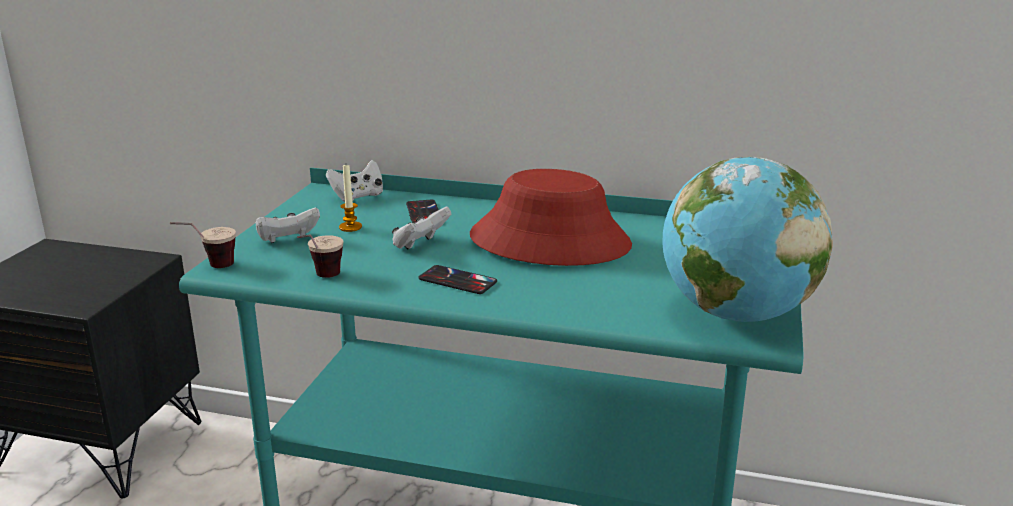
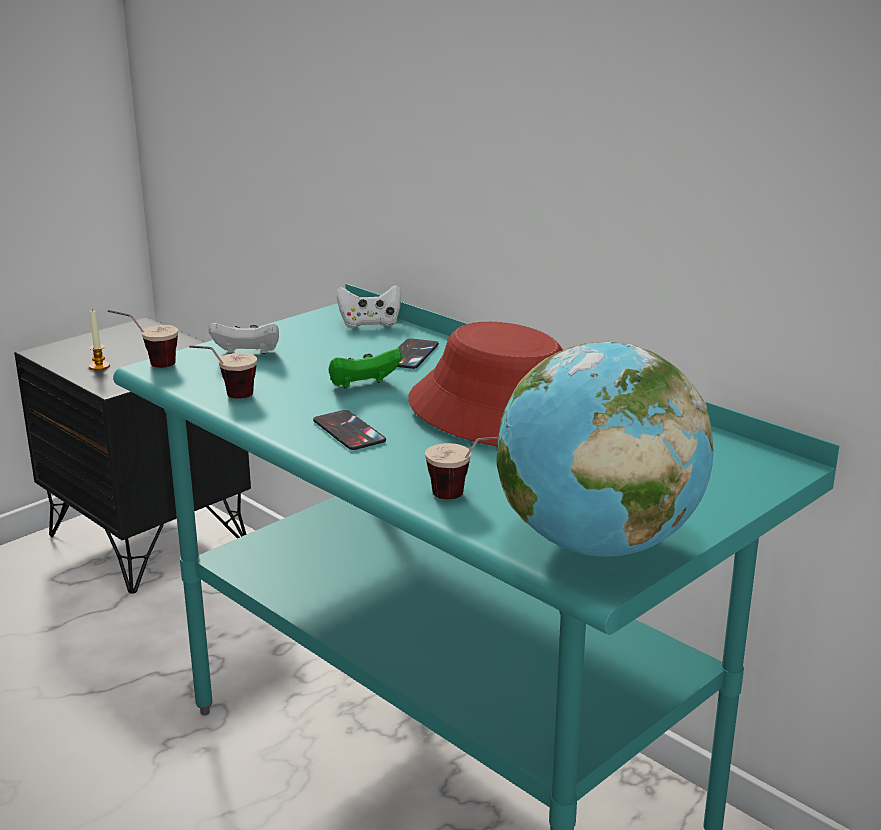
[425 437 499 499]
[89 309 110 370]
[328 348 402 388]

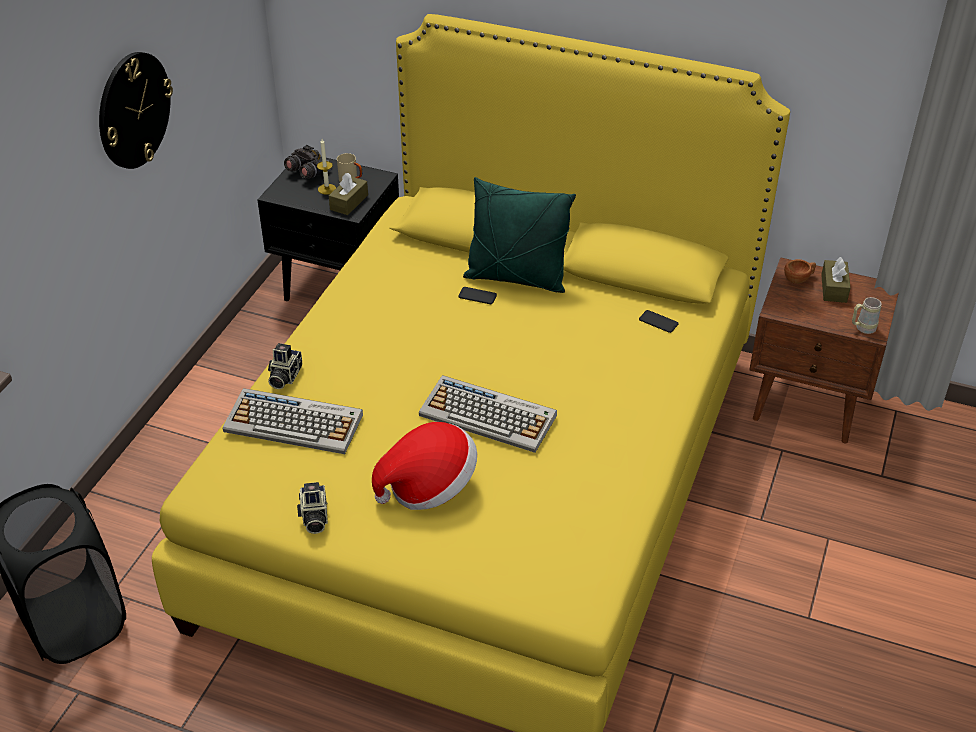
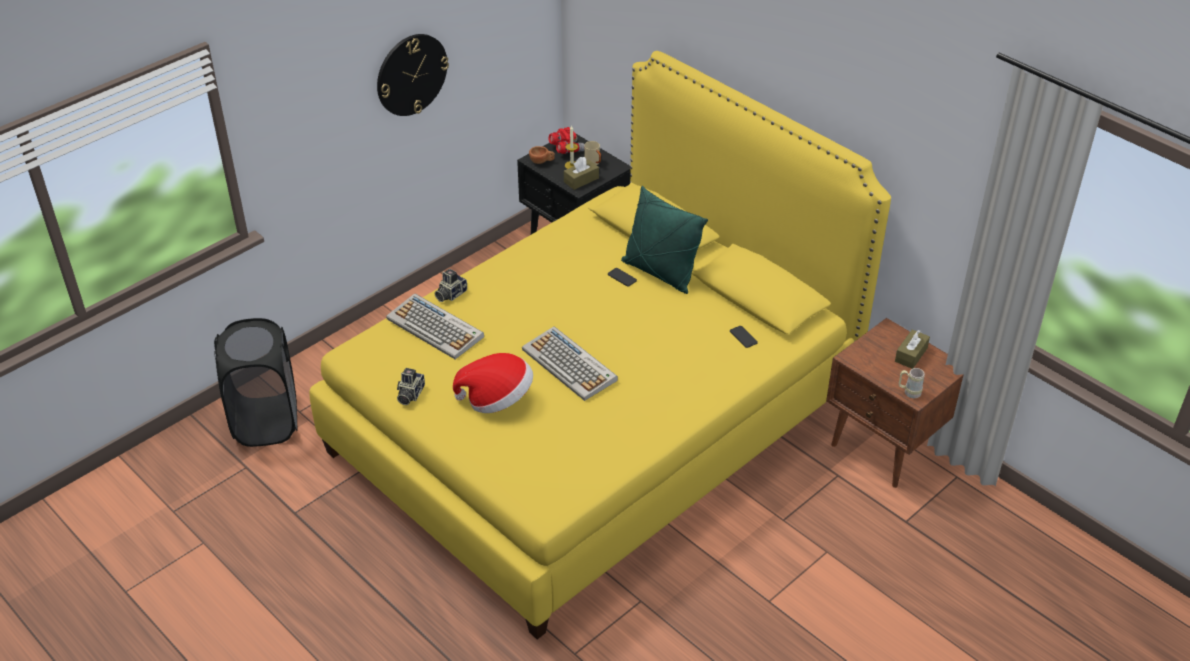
[529 146 555 164]
[548 127 584 154]

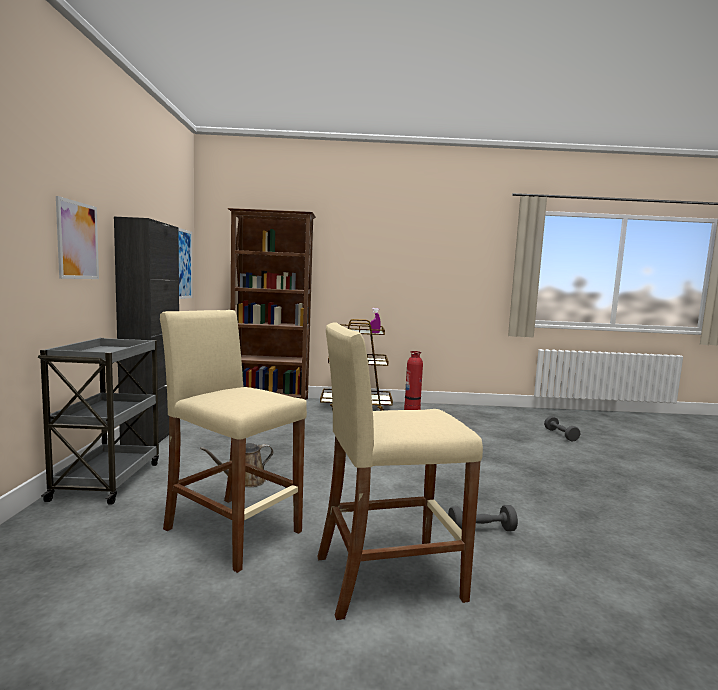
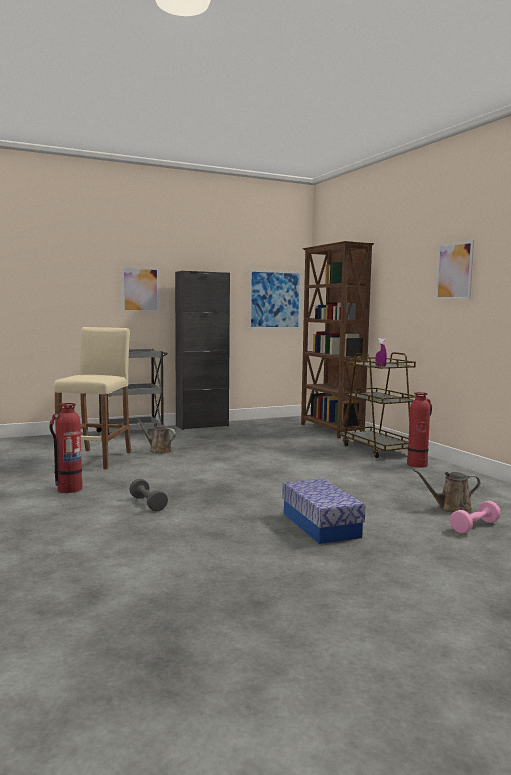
[282 479 366 544]
[413 469 481 513]
[436 240 474 300]
[50 403 83 493]
[450 501 501 533]

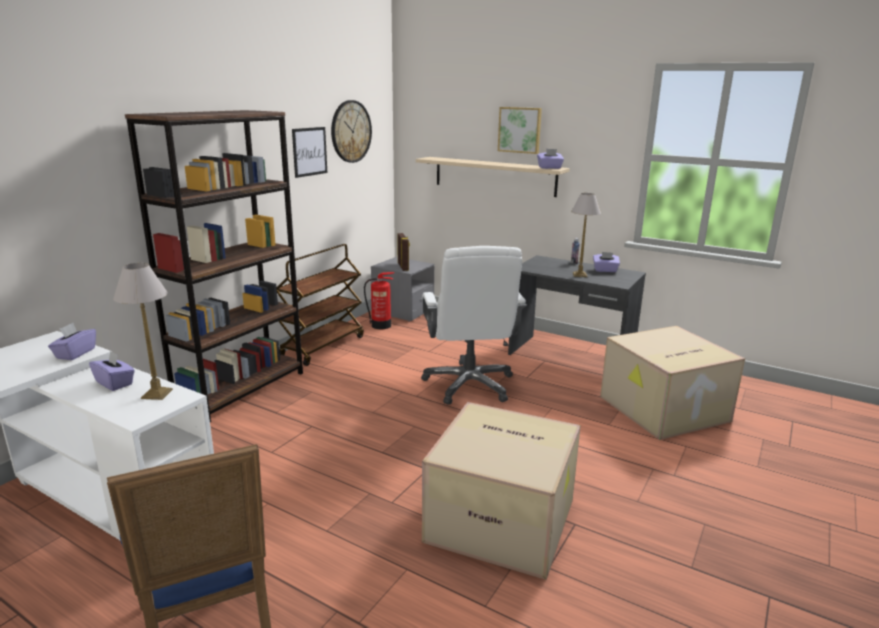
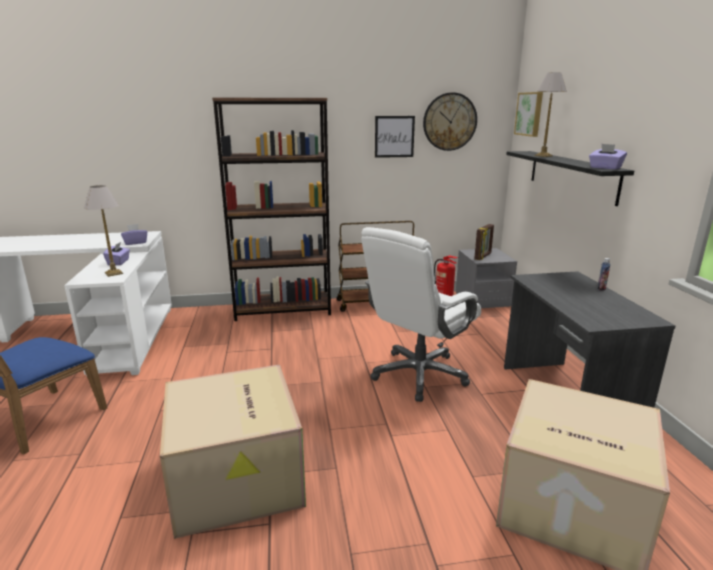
[593 252 620 272] (first image)
[514 92 543 137]
[534 72 567 157]
[506 151 634 206]

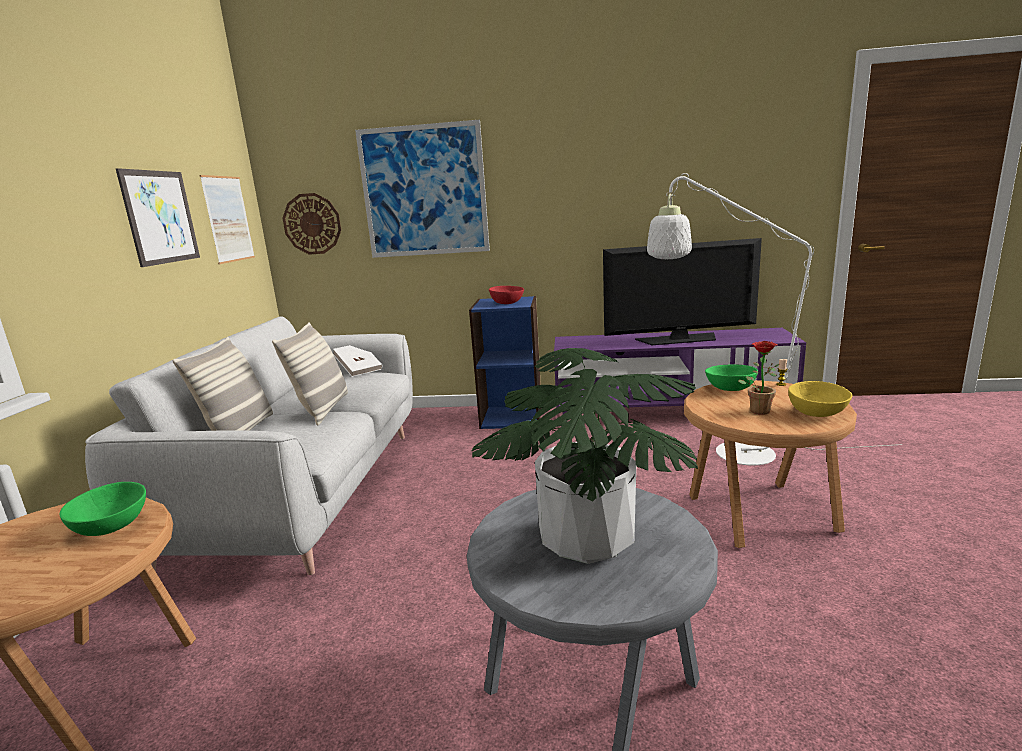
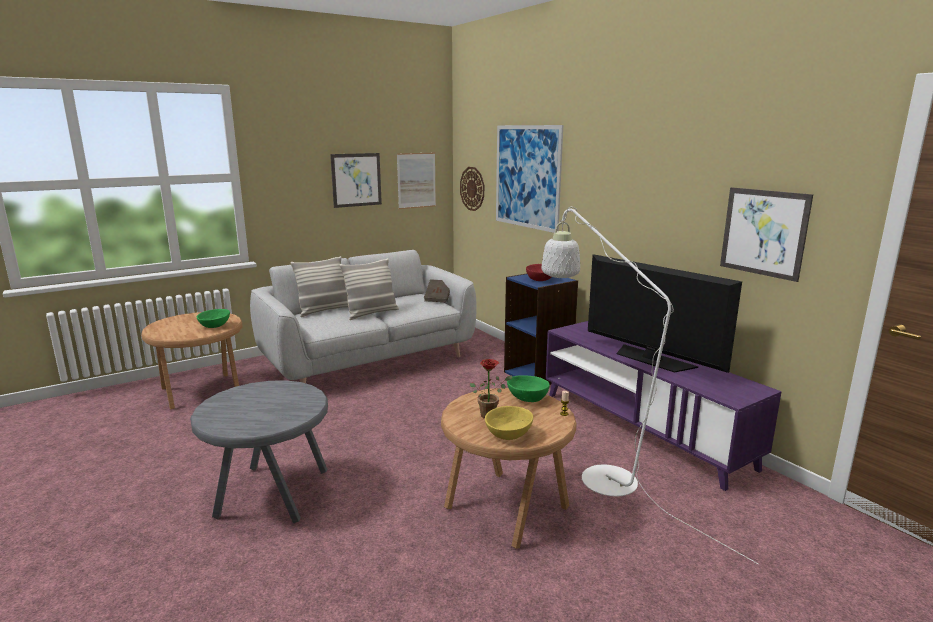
[472 348 698 564] (first image)
[720 187 813 282]
[424 279 450 303]

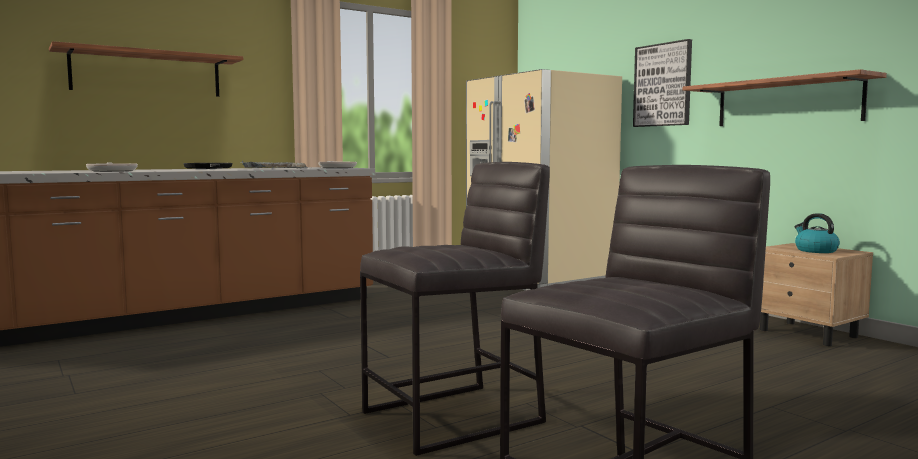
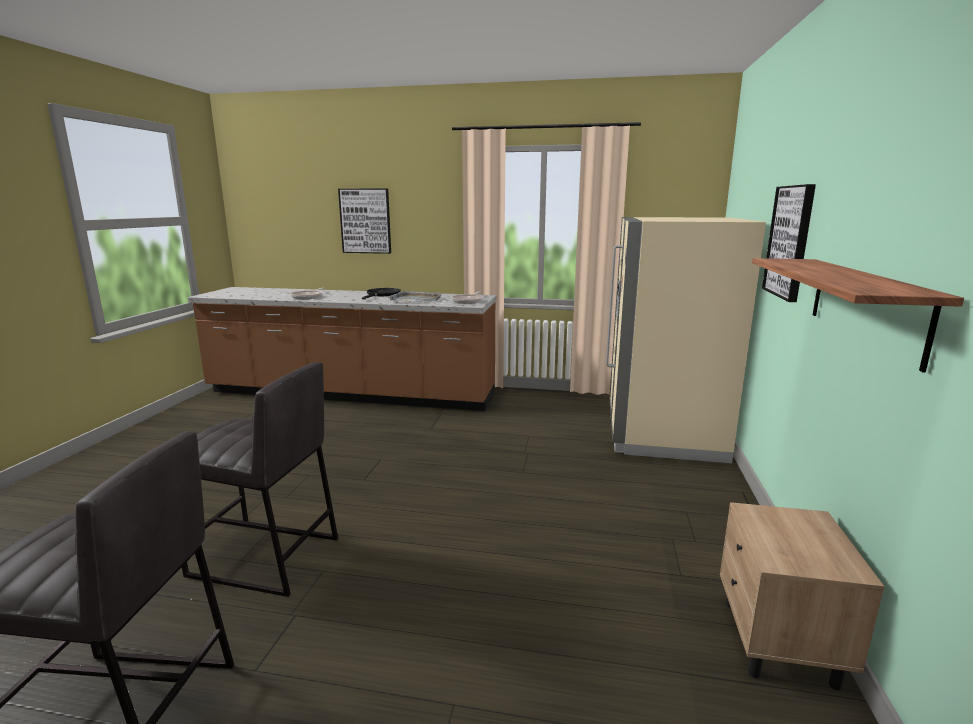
[795 213 840 253] (first image)
[338 188 391 254]

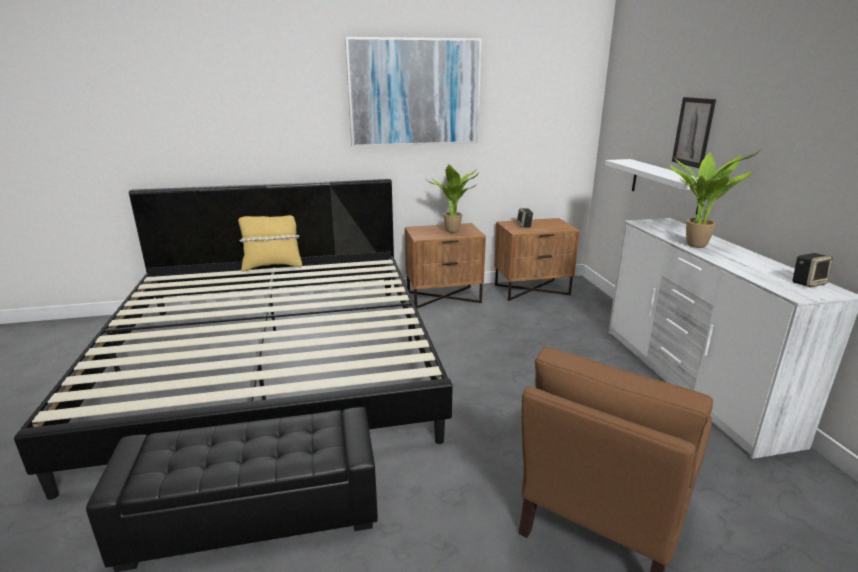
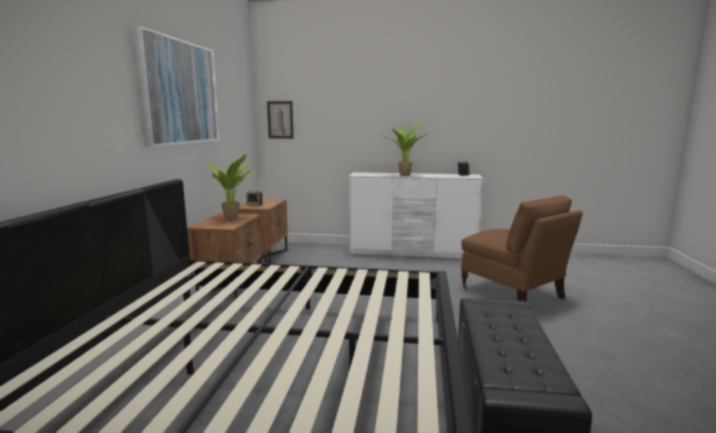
[238 215 302 272] (first image)
[605 159 700 215] (first image)
[267 101 294 139]

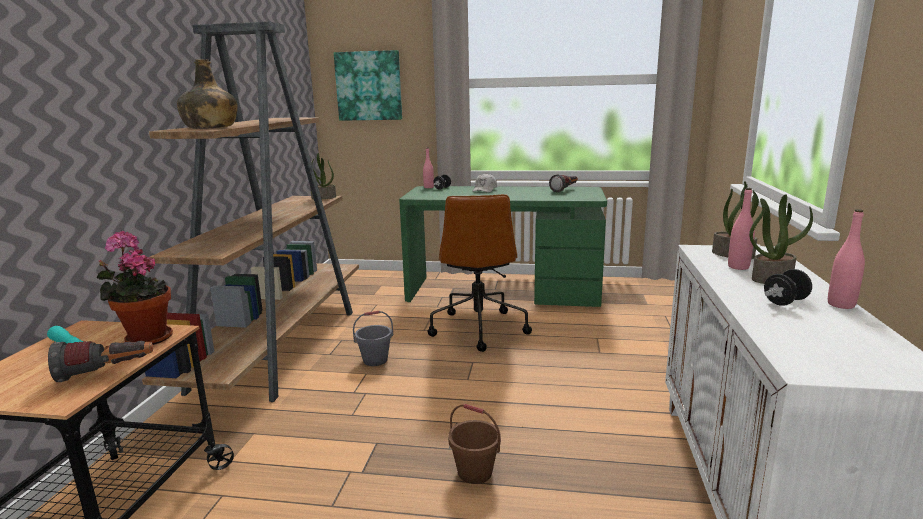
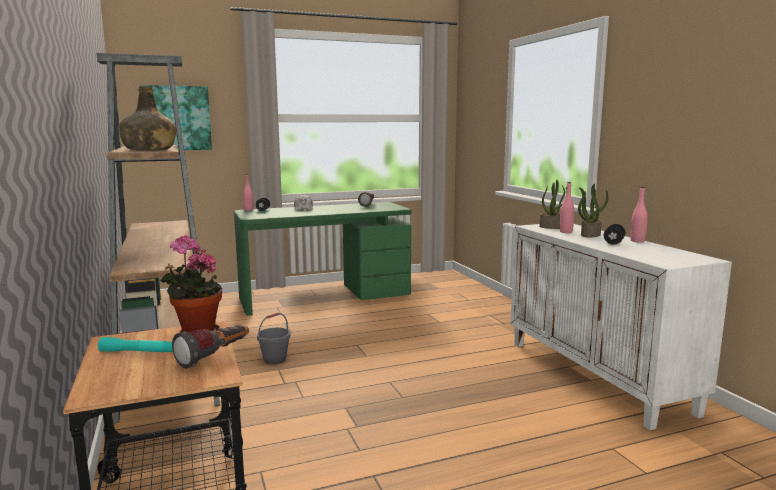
[310 153 336 199] (first image)
[427 194 532 352] (first image)
[448 404 501 484] (first image)

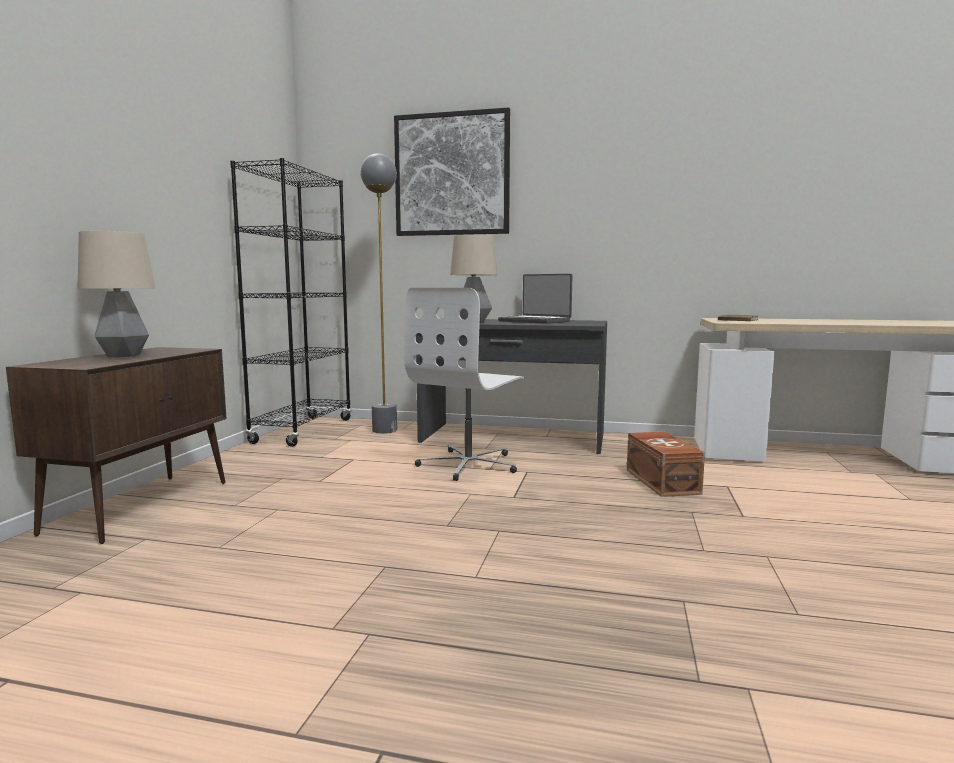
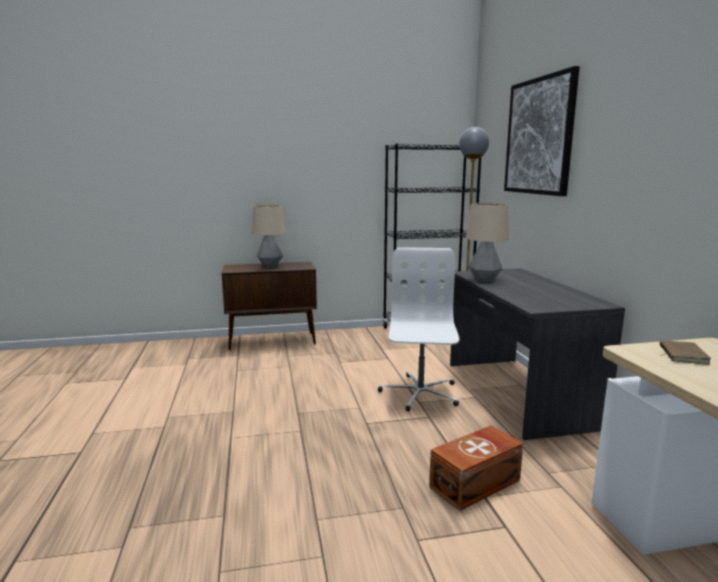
[498 274 573 324] (first image)
[378 247 459 411]

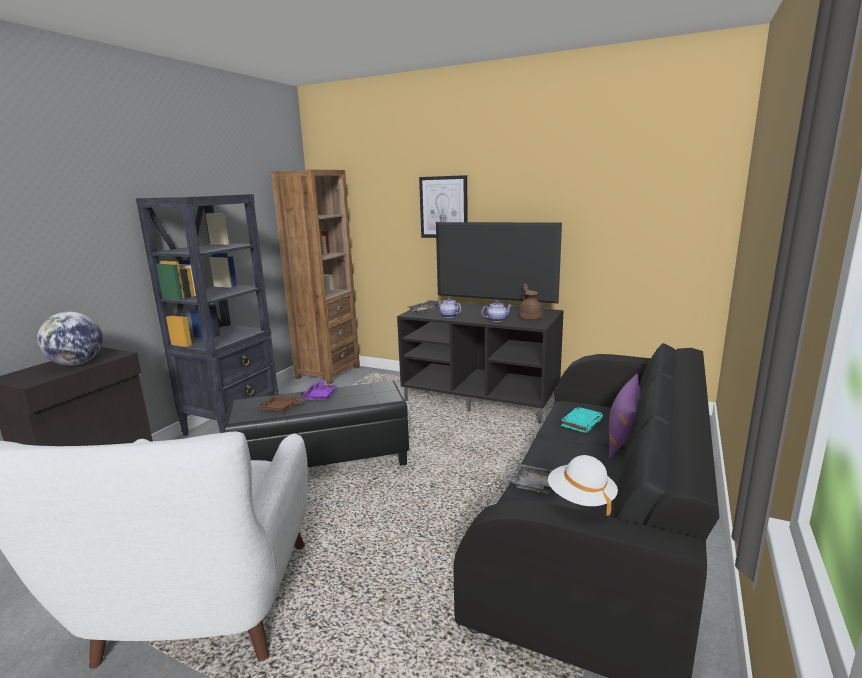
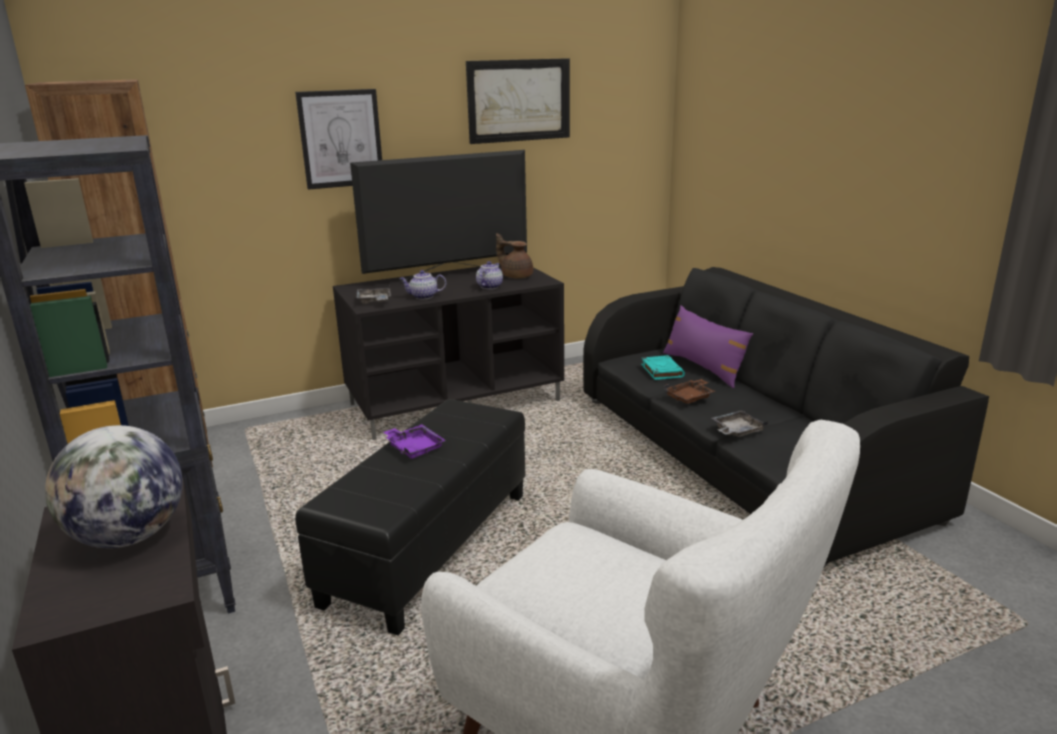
[548 455 618 516] (first image)
[466 58 570 144]
[664 379 715 404]

